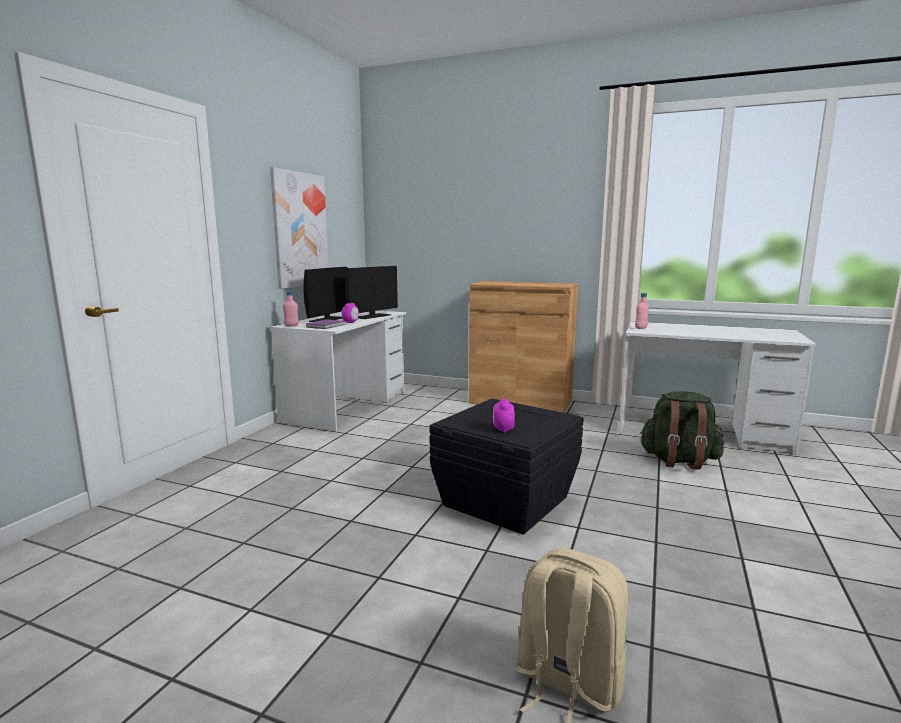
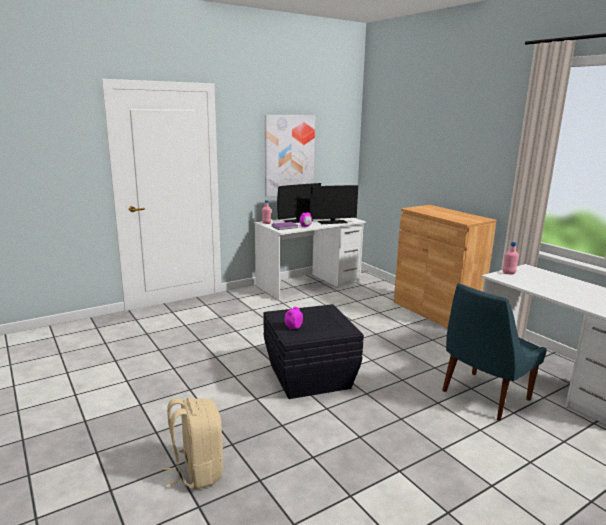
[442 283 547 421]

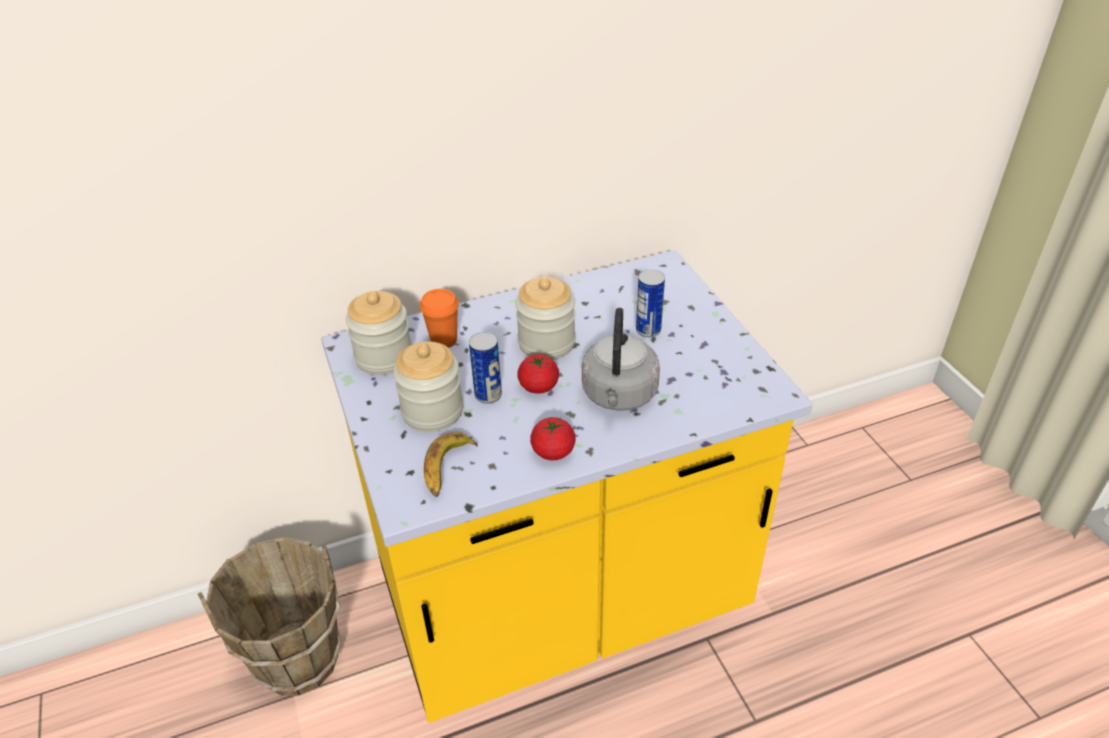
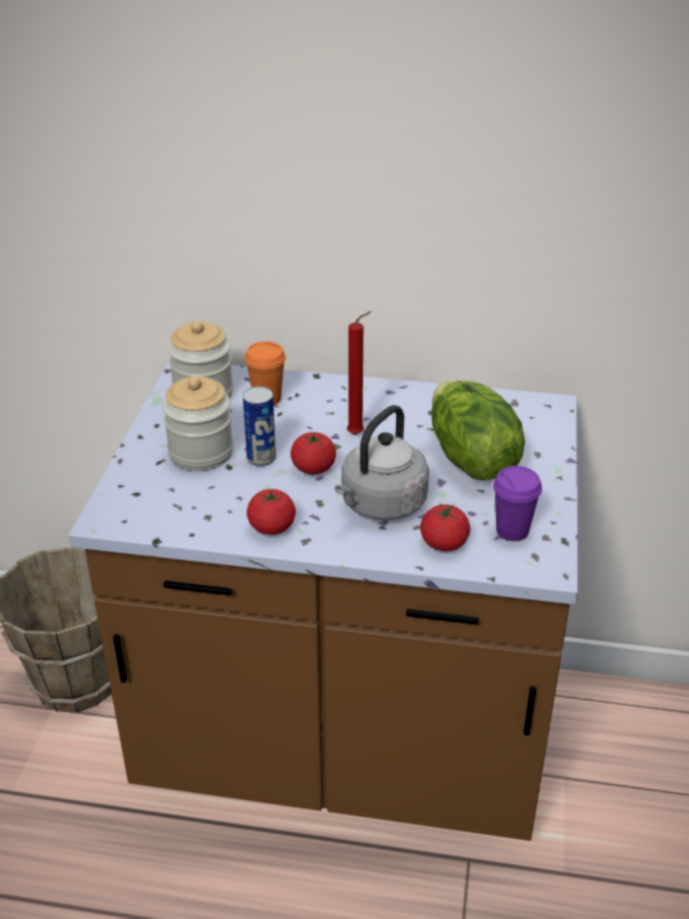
[424 432 478 497] (first image)
[420 504 470 551]
[493 466 542 541]
[347 311 371 435]
[432 380 525 480]
[69 360 578 841]

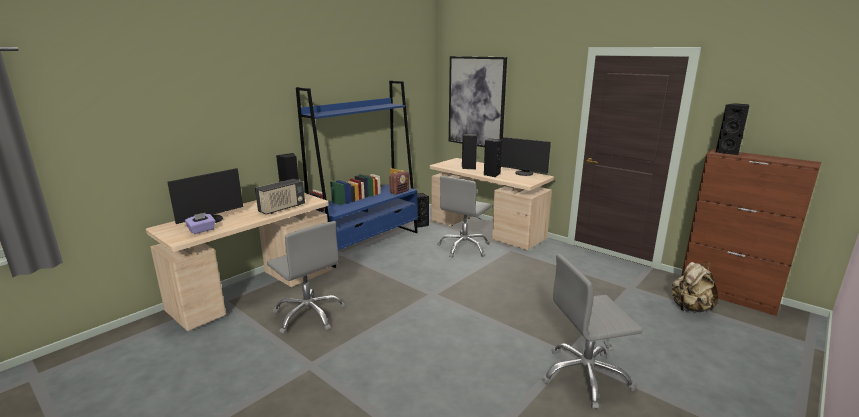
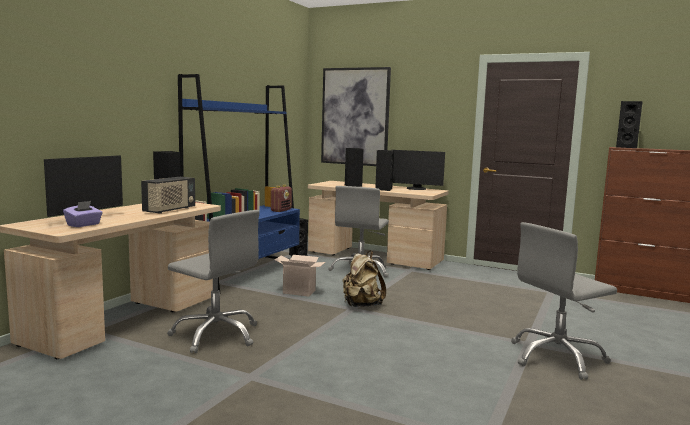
[275 255 325 297]
[343 251 386 307]

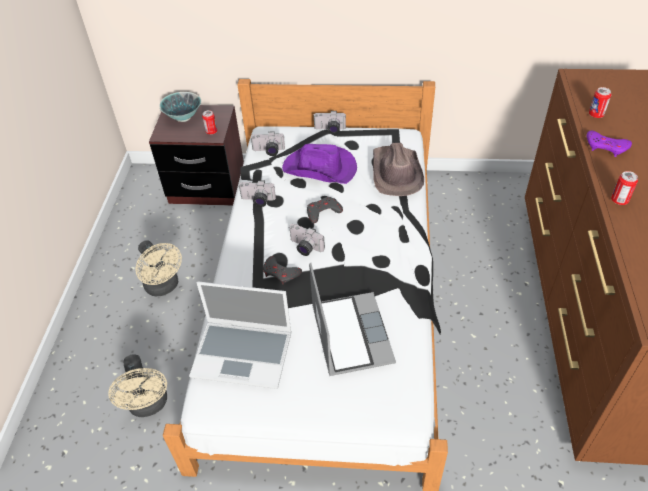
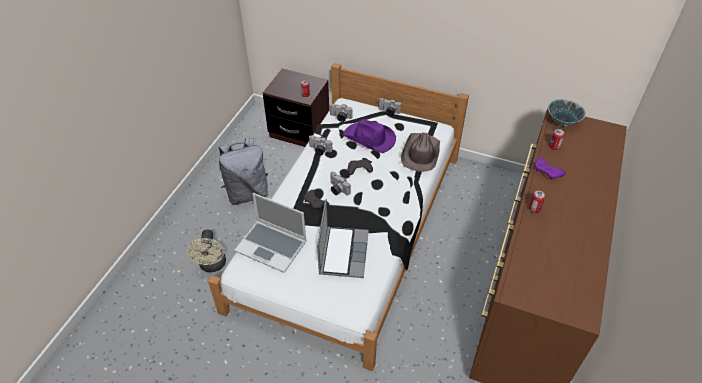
[548 99 586 126]
[219 137 268 205]

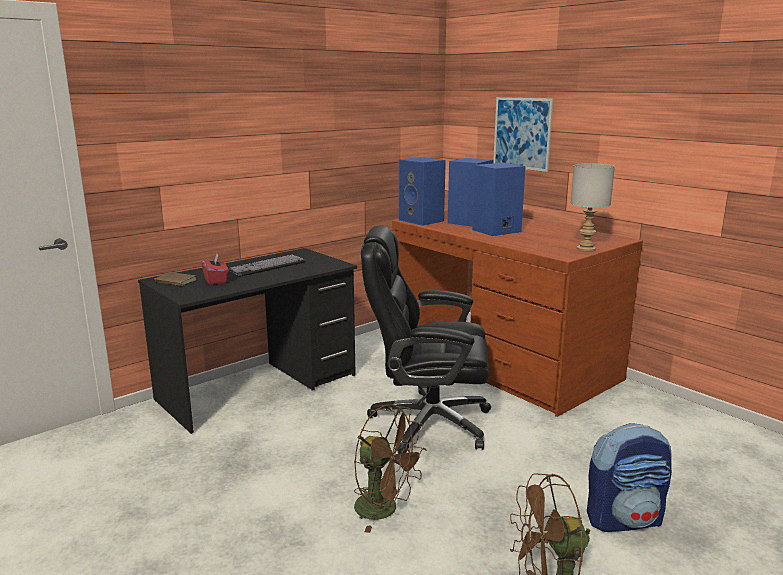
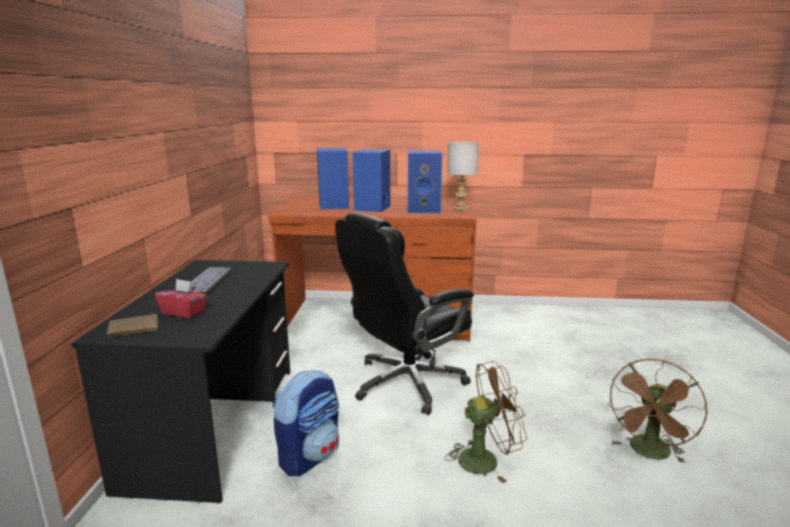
[493 97 553 172] (first image)
[408 150 442 213]
[273 370 339 476]

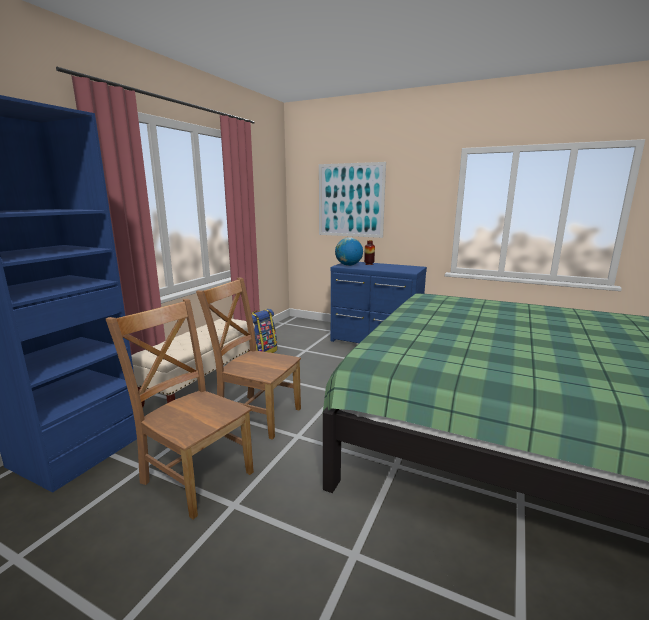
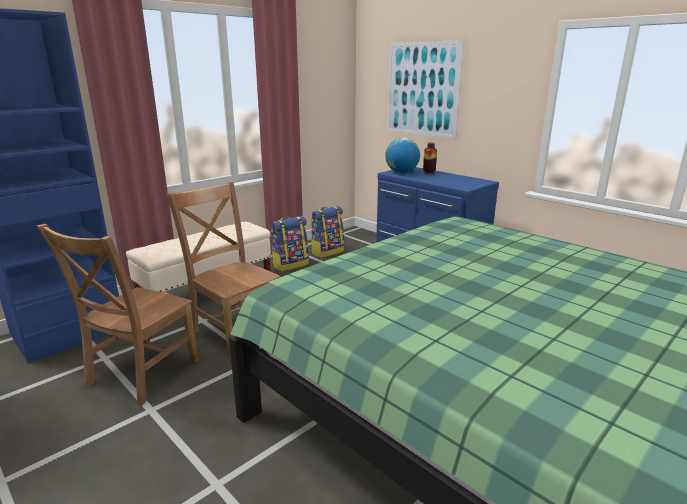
[311 206 344 258]
[37 224 199 406]

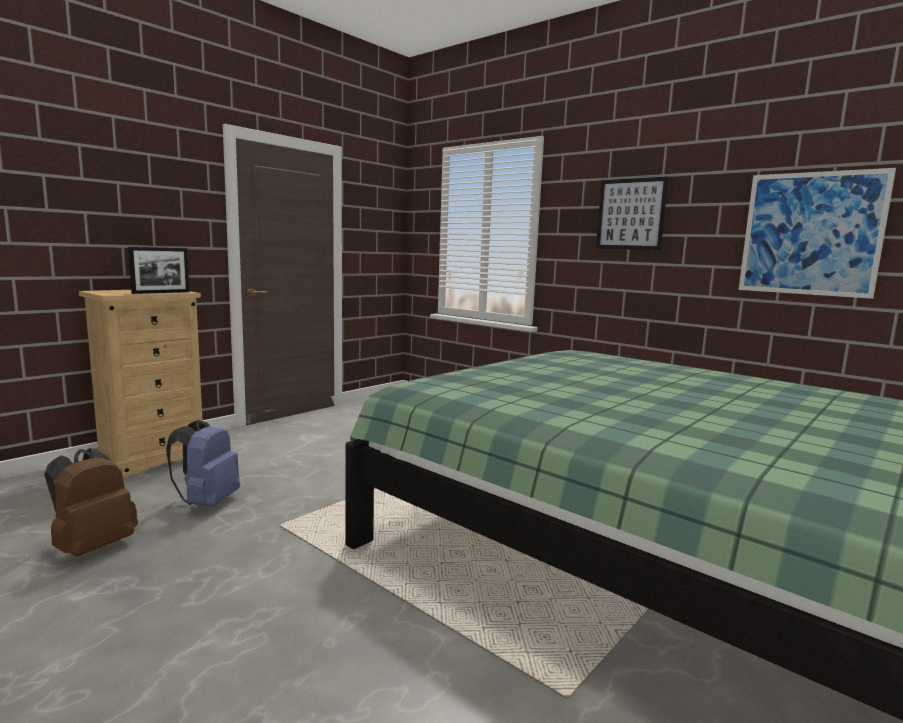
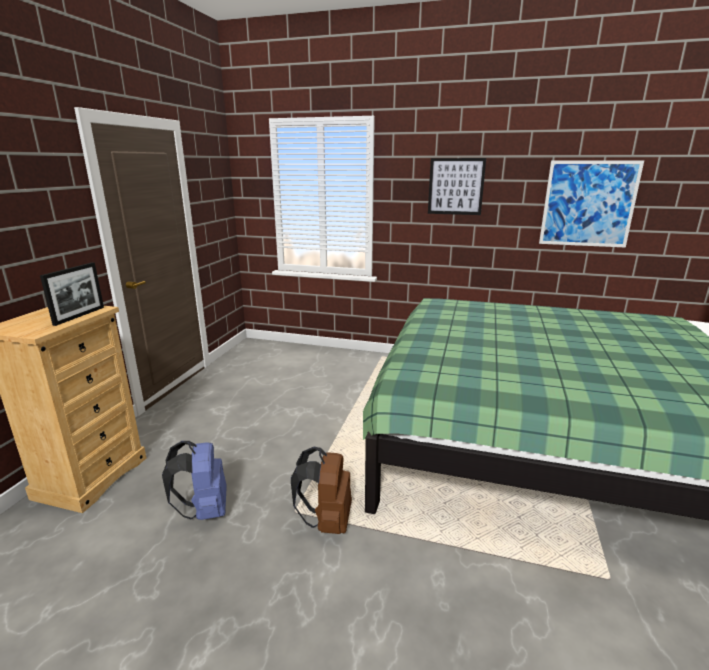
[291 447 352 534]

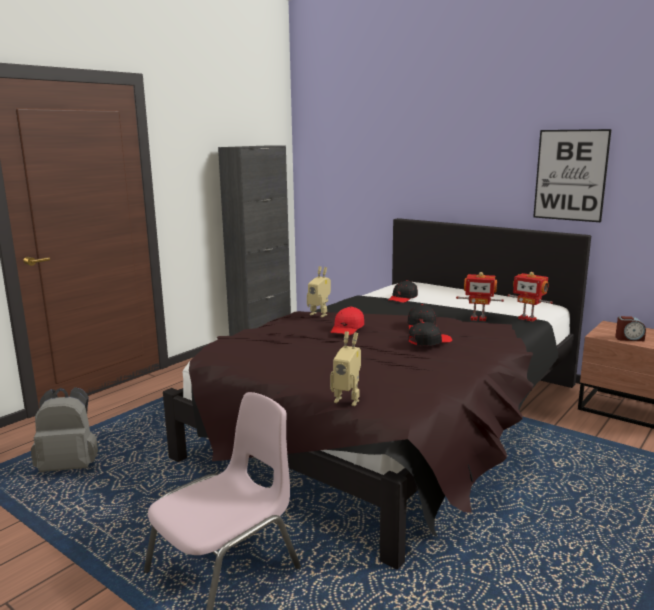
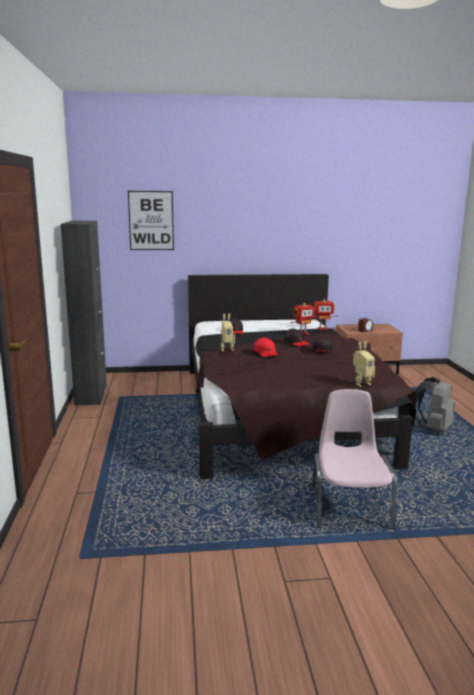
[414 377 455 432]
[128 191 174 250]

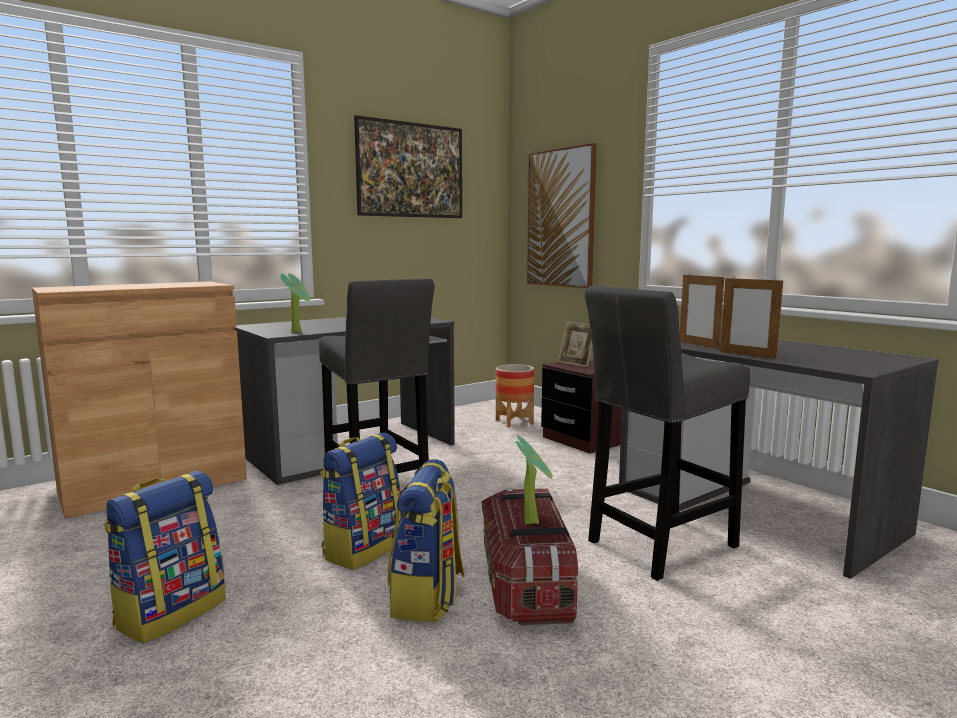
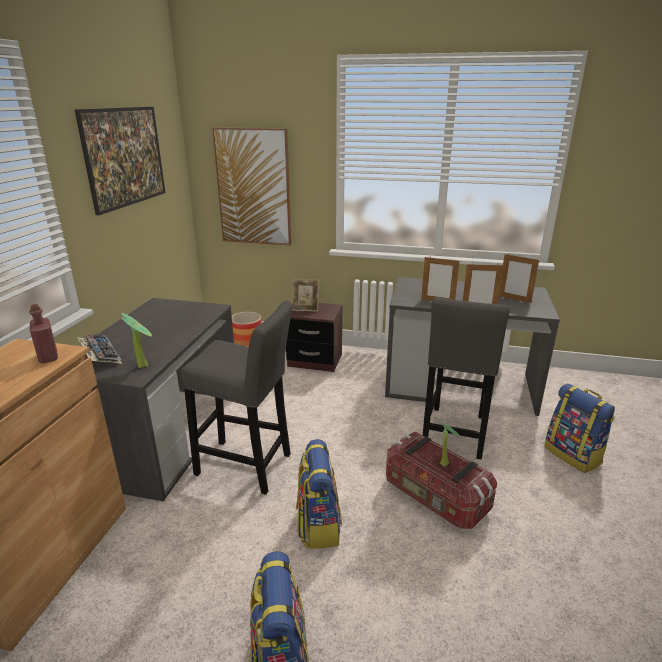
[29 304 58 363]
[77 333 122 364]
[499 253 539 303]
[544 384 615 473]

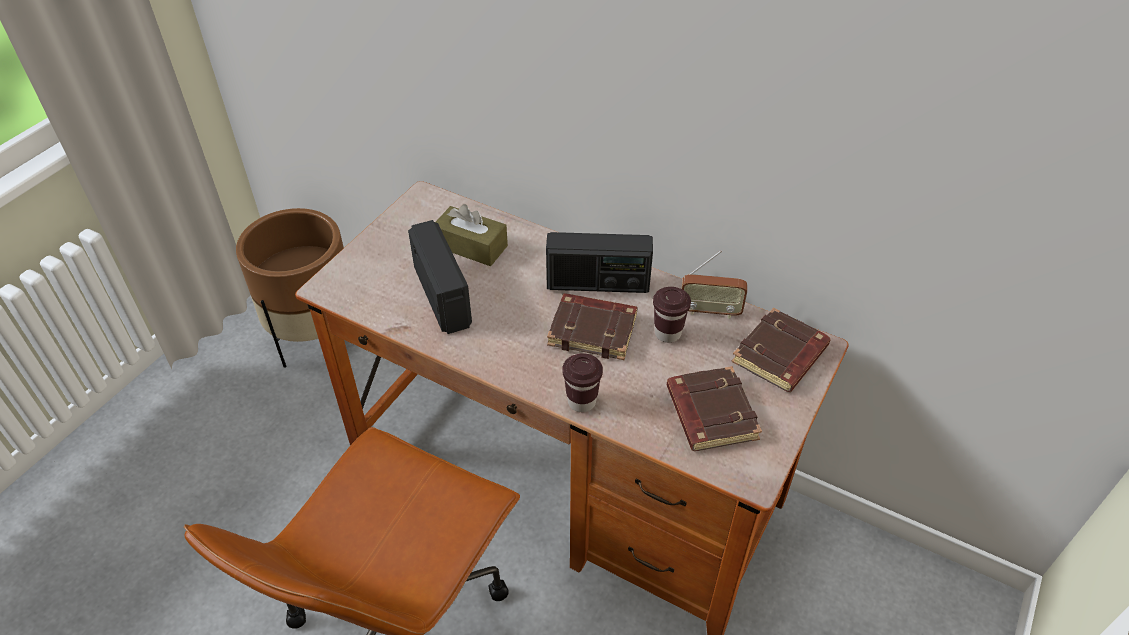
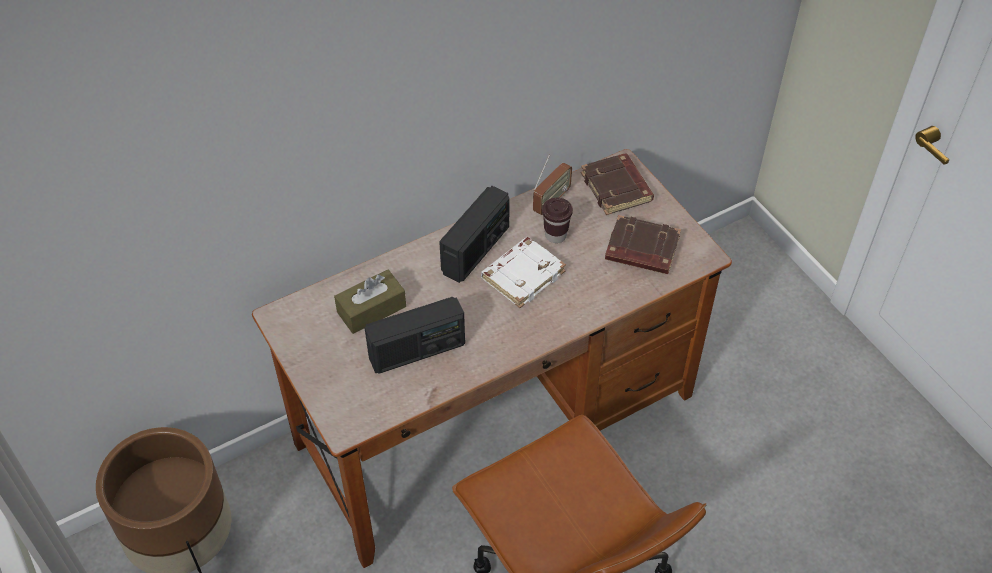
[562 353 603 412] (first image)
[481 237 566 308]
[364 297 465 374]

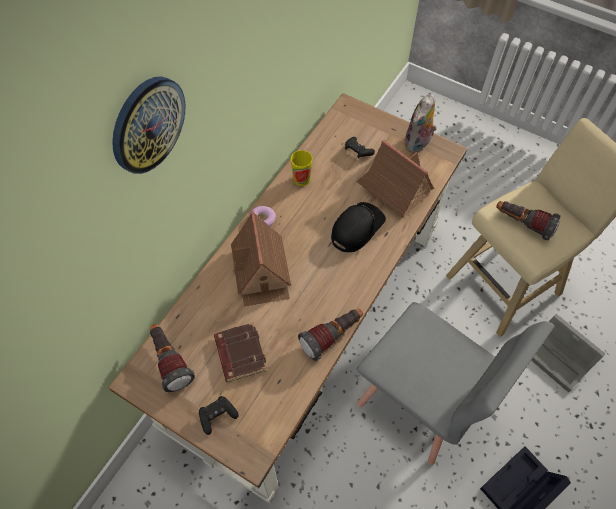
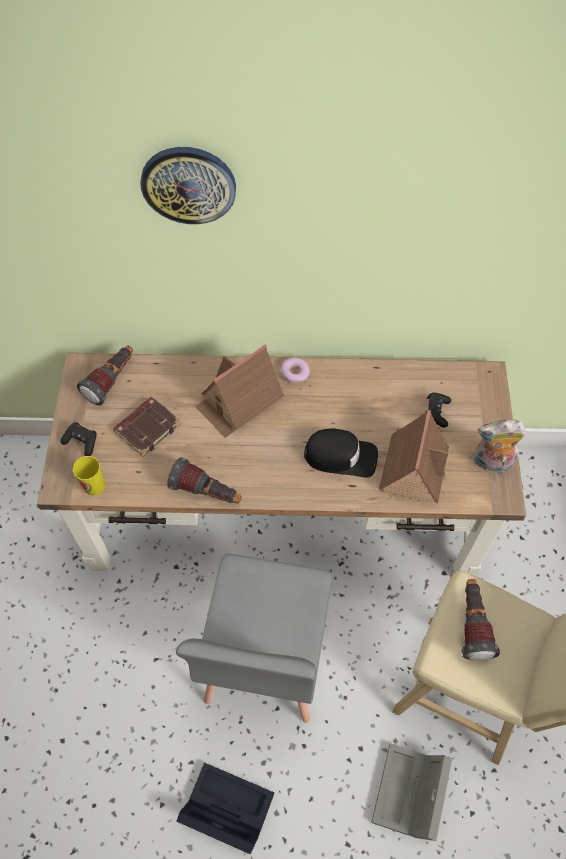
[73 456 105 496]

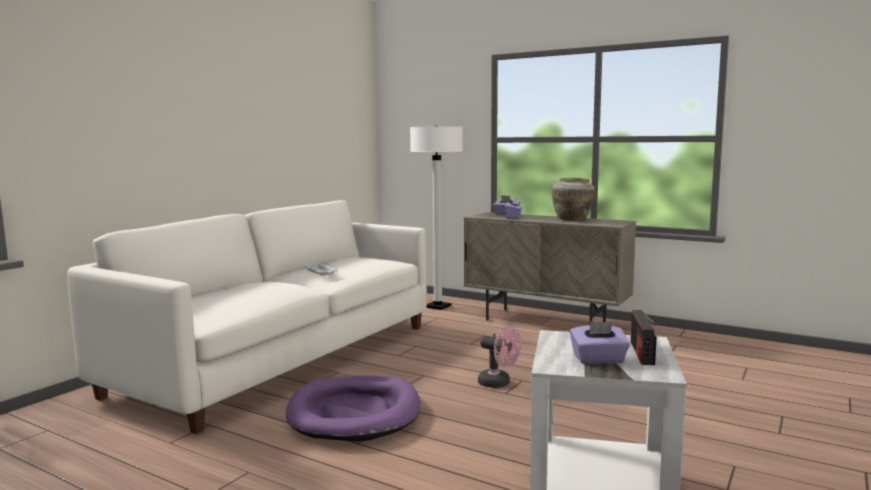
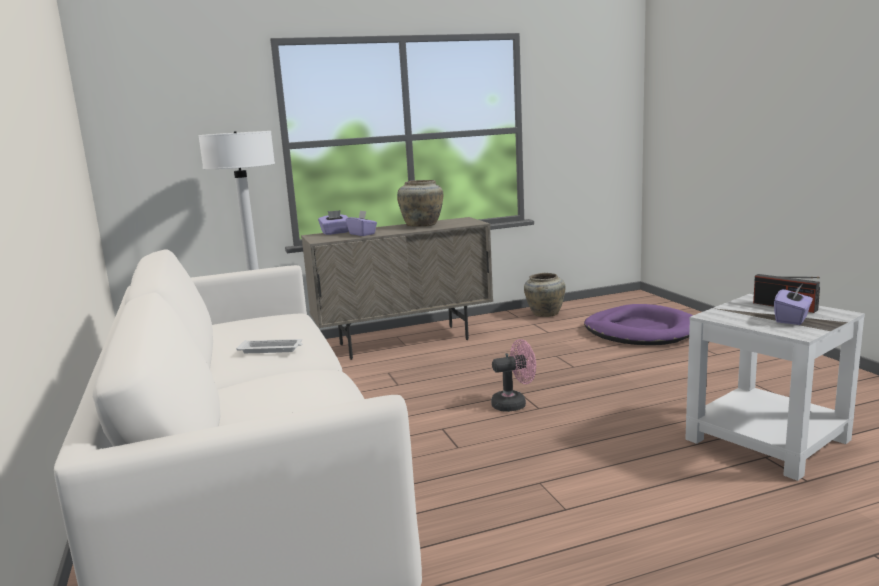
[524 273 566 317]
[584 304 693 345]

